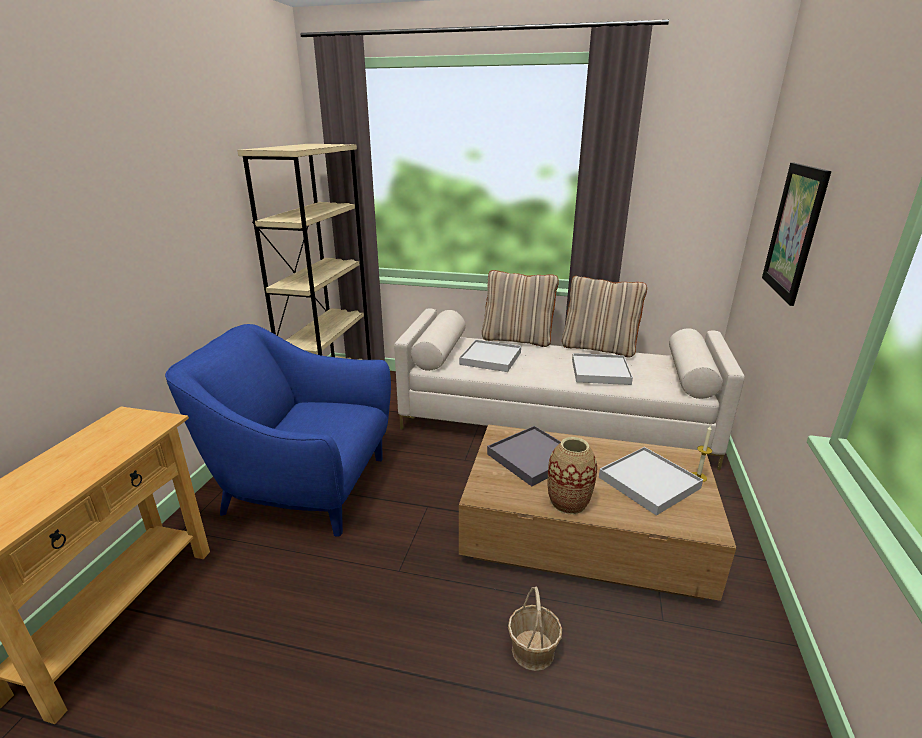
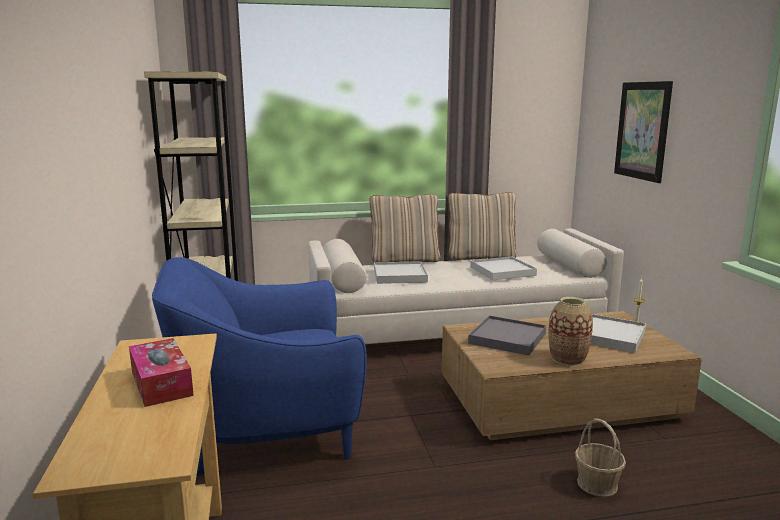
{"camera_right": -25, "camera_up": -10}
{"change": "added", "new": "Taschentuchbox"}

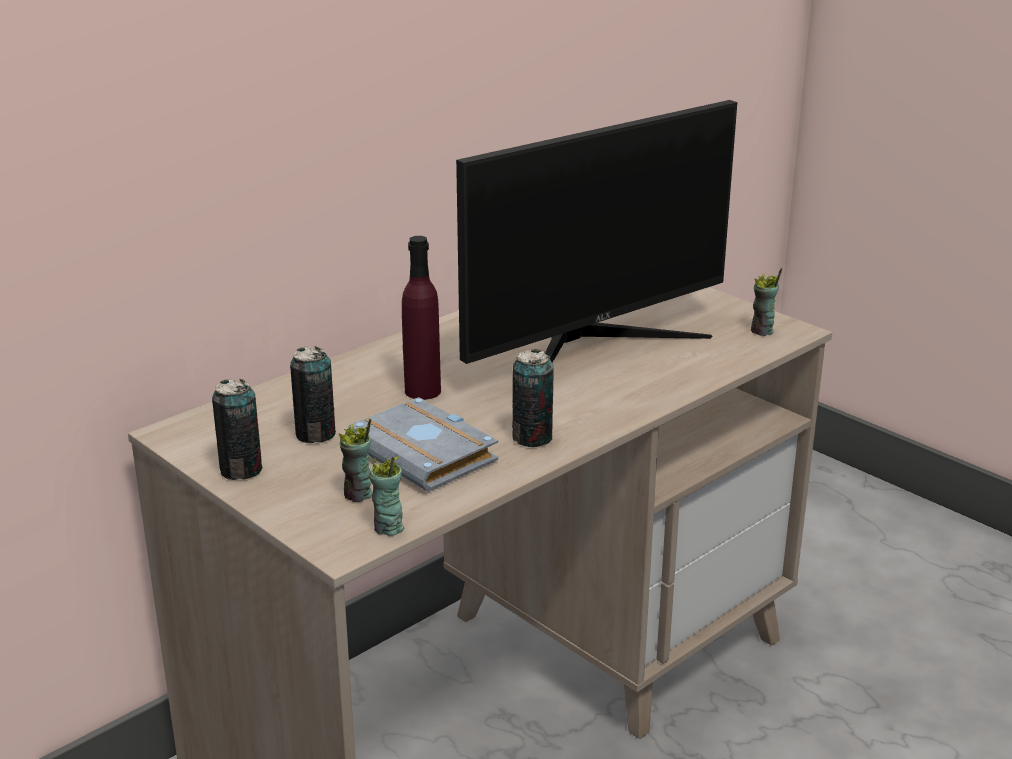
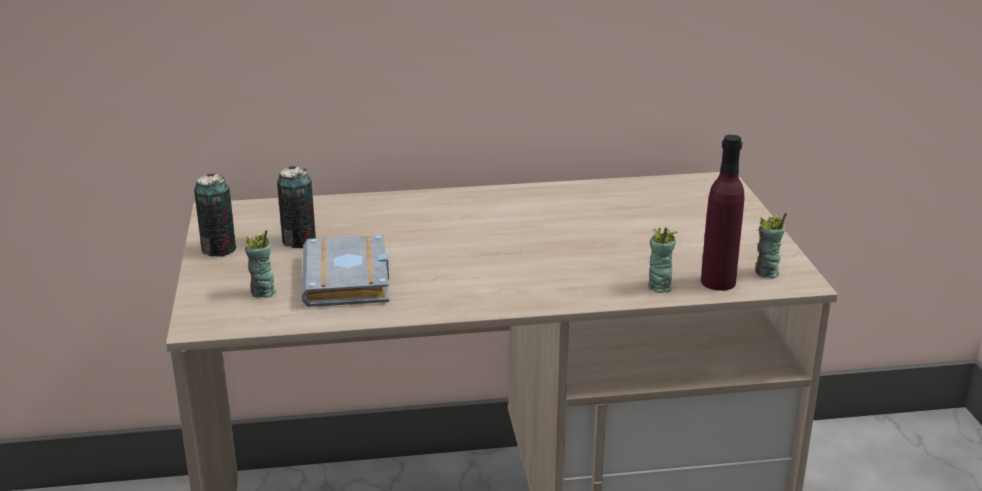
{"camera_right": 35, "camera_up": 0}
{"change": "moved", "old": "Tasse (2nd from left)"}
{"change": "moved", "old": "Flasche (lila)"}
{"change": "removed", "old": "Monitor"}
{"change": "removed", "old": "Dose (3rd from left)"}

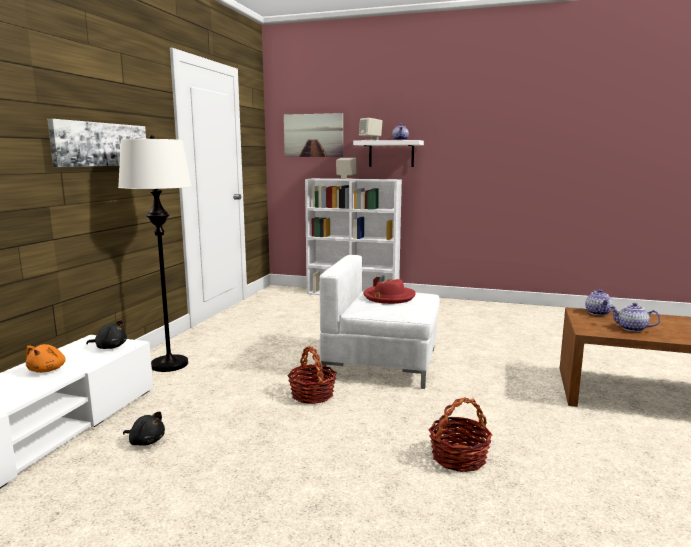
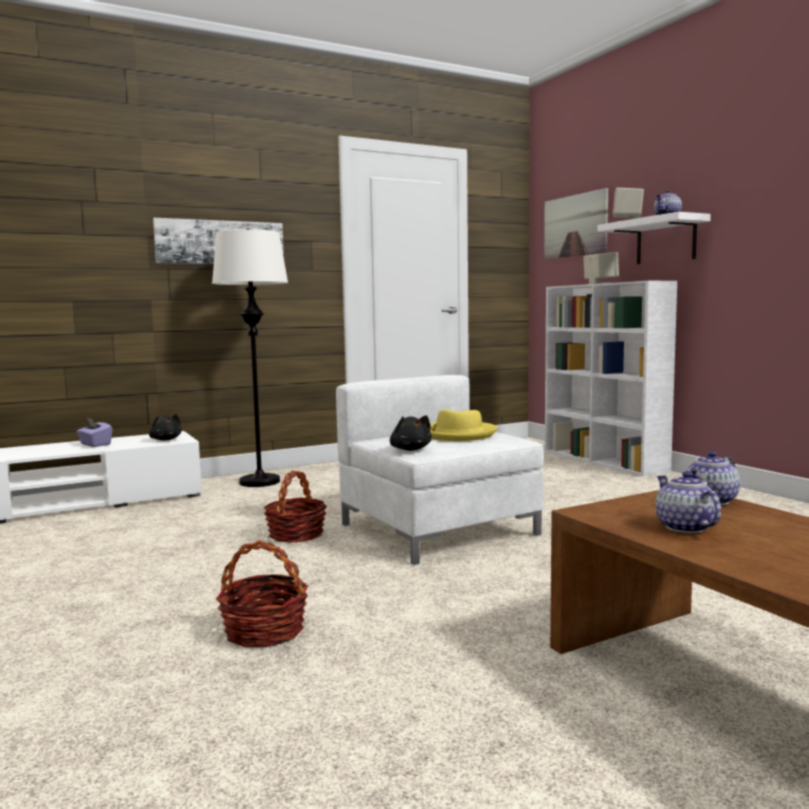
{"camera_right": 45, "camera_up": -5}
{"change": "replaced", "old": "Plüschtier (orange)", "new": "Taschentuchbox (lila)"}
{"change": "moved", "old": "Plüschtier (schwarz) (2nd from left)"}
{"change": "recoloured", "old": "Hut (rot)", "new": "Hut (gelb)"}

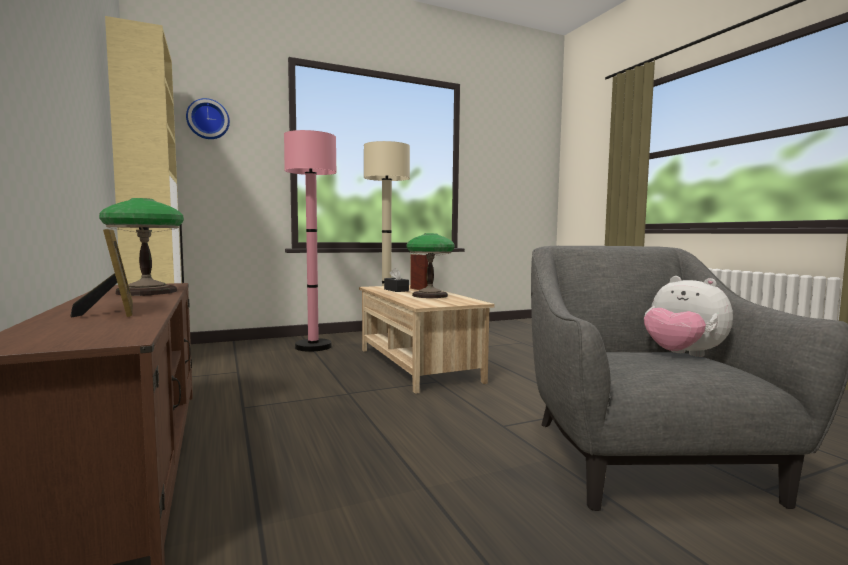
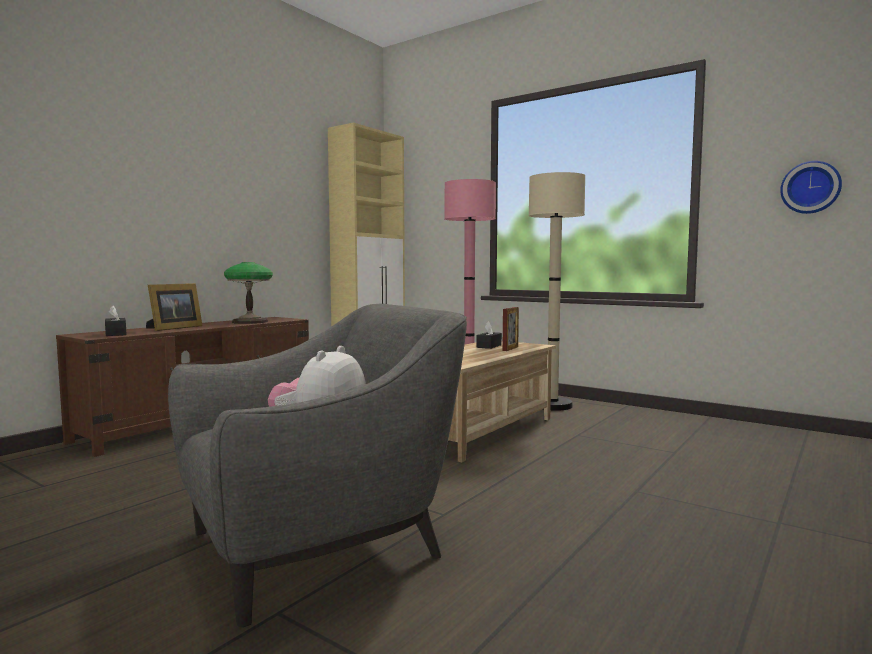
{"camera_right": 60, "camera_up": 0}
{"change": "moved", "old": "Wanduhr"}
{"change": "removed", "old": "Tischlampe (2nd from left)"}
{"change": "added", "new": "Taschentuchbox (schwarz) (1st from left)"}

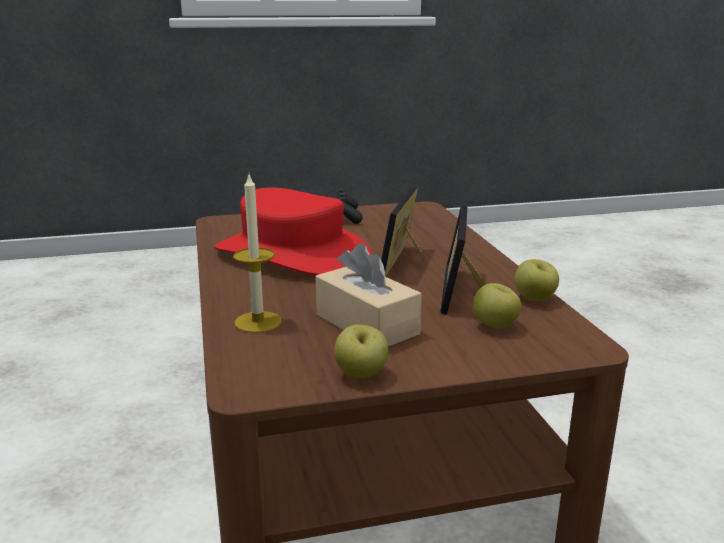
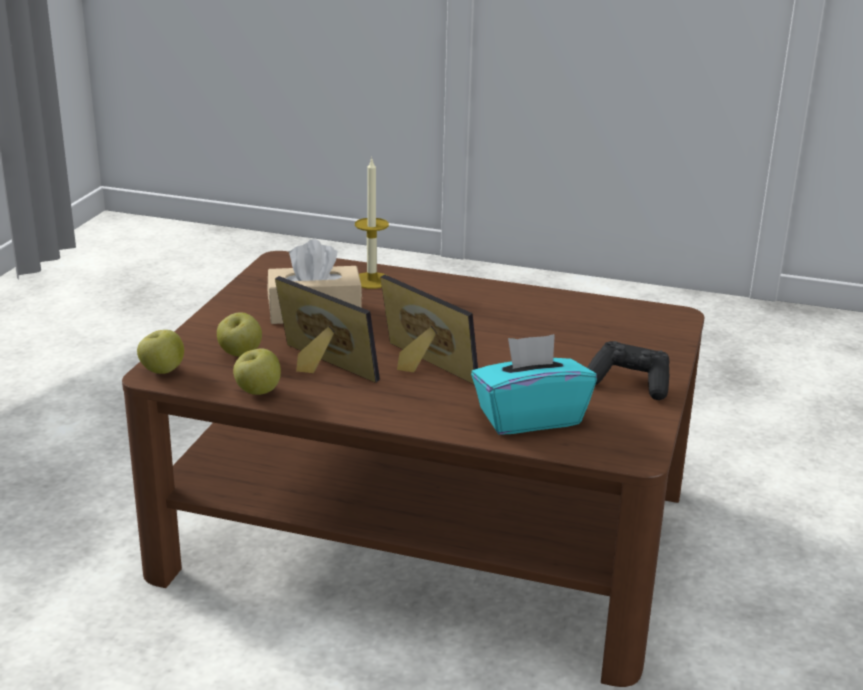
{"camera_right": 120, "camera_up": 5}
{"change": "removed", "old": "Hut (rot)"}
{"change": "moved", "old": "Apfel (1st from left)"}
{"change": "added", "new": "Taschentuchbox (türkis)"}

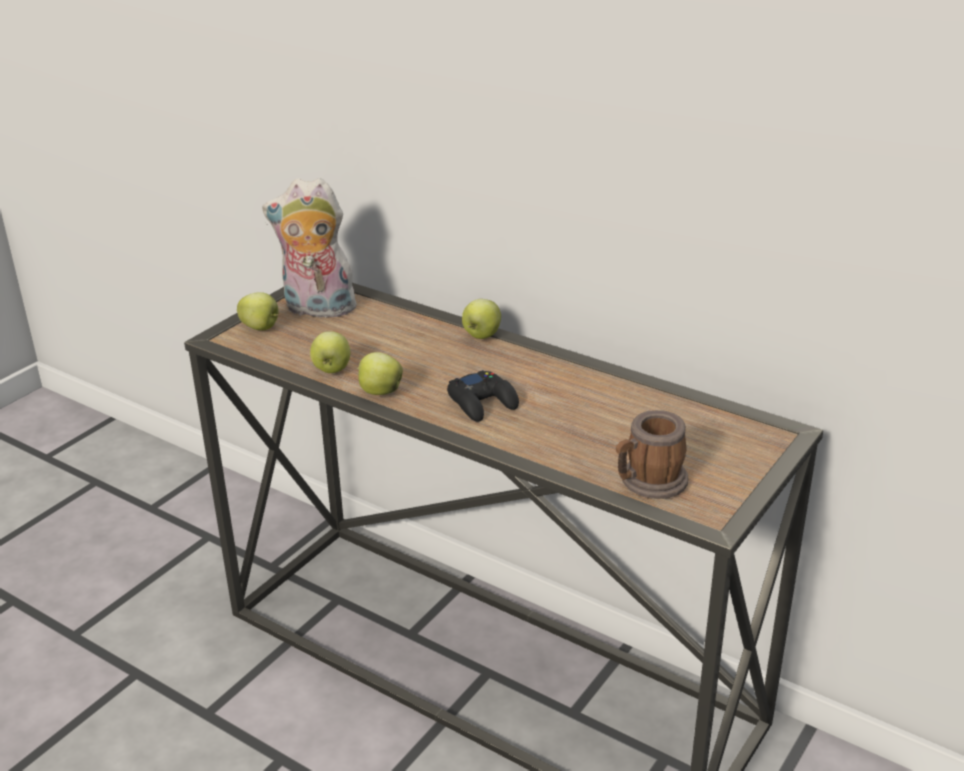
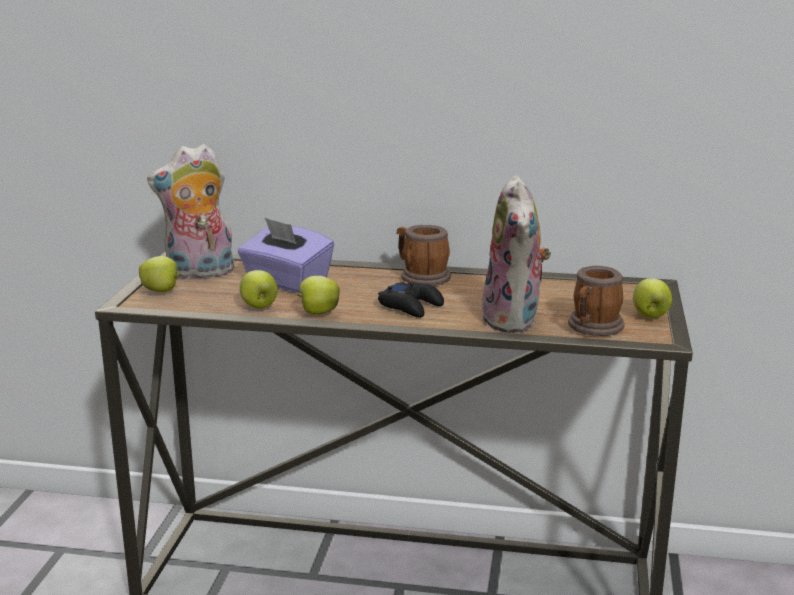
{"camera_right": -25, "camera_up": -10}
{"change": "moved", "old": "Apfel (4th from left)"}
{"change": "added", "new": "Taschentuchbox (lila)"}
{"change": "added", "new": "Henkelbecher (1st from left)"}
{"change": "added", "new": "Plüschtier (2nd from left)"}

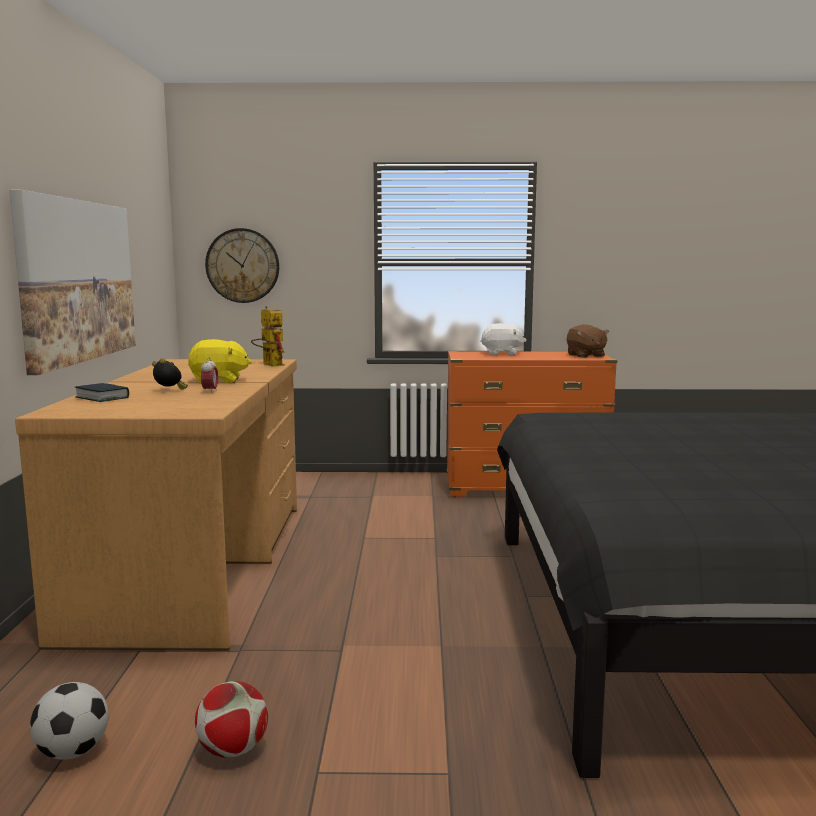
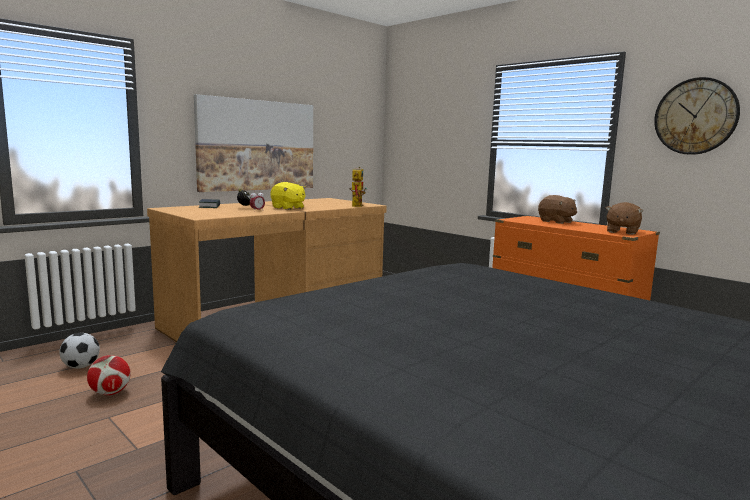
{"camera_right": 45, "camera_up": 0}
{"change": "moved", "old": "Wanduhr"}
{"change": "recoloured", "old": "Plüschtier (weiß)", "new": "Plüschtier (braun) (1st from left)"}

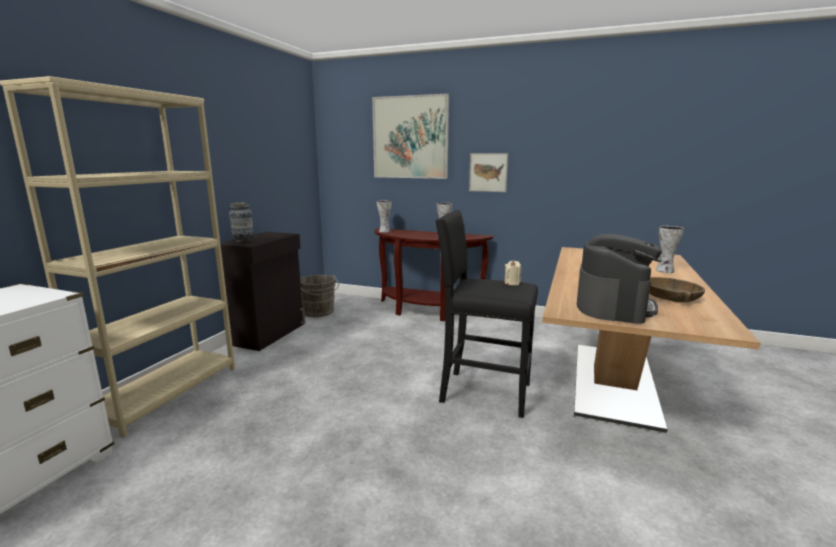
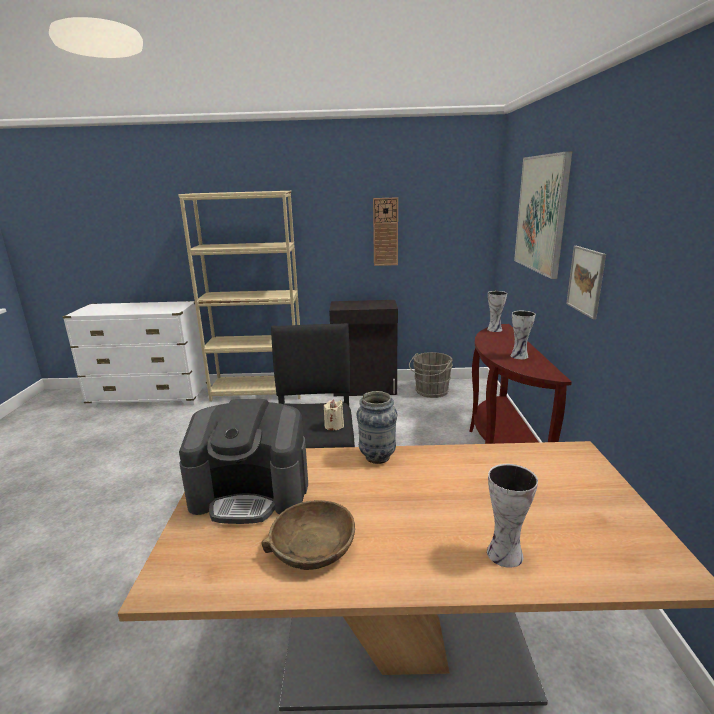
{"camera_right": 70, "camera_up": 5}
{"change": "moved", "old": "Vase (1st from left)"}
{"change": "added", "new": "Wanduhr"}

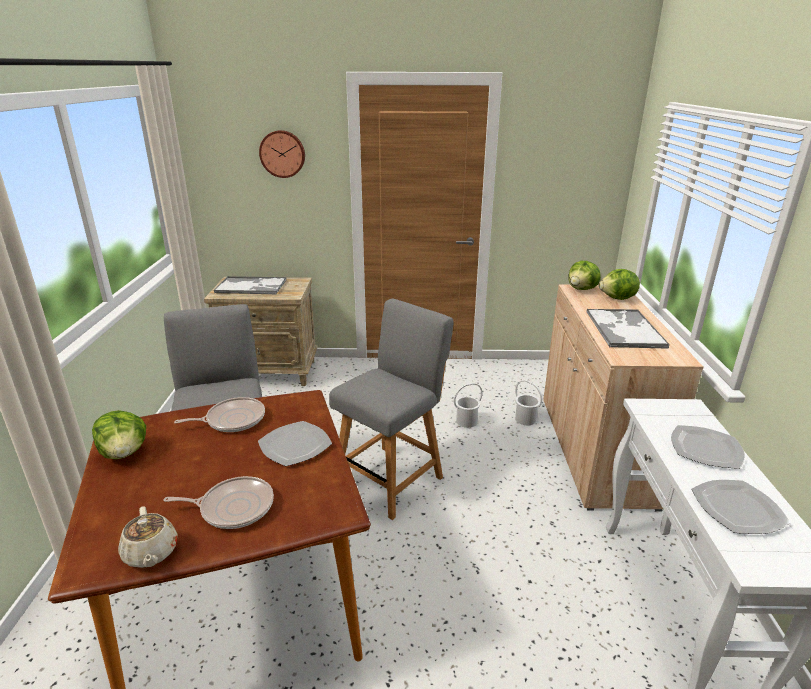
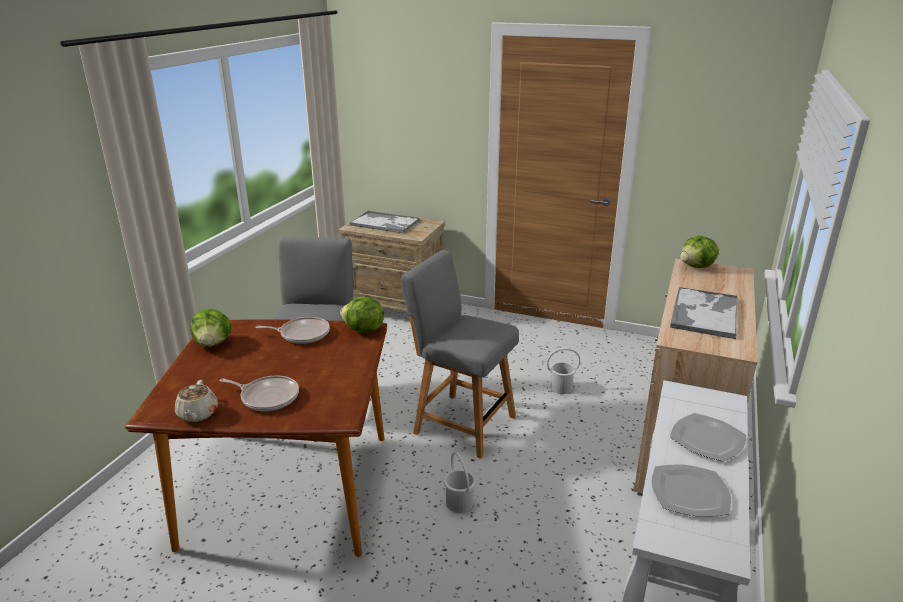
{"camera_right": 20, "camera_up": 0}
{"change": "removed", "old": "Teller (1st from left)"}
{"change": "removed", "old": "Wanduhr"}
{"change": "turned", "old": "Stuhl (grau) (2nd from left)", "degrees": -120}
{"change": "moved", "old": "Eimer (weiß) (2nd from left in the first image)", "new": "Eimer (weiß) (1st from left)"}
{"change": "moved", "old": "Salatkopf (3rd from left in the first image)", "new": "Salatkopf (2nd from left)"}

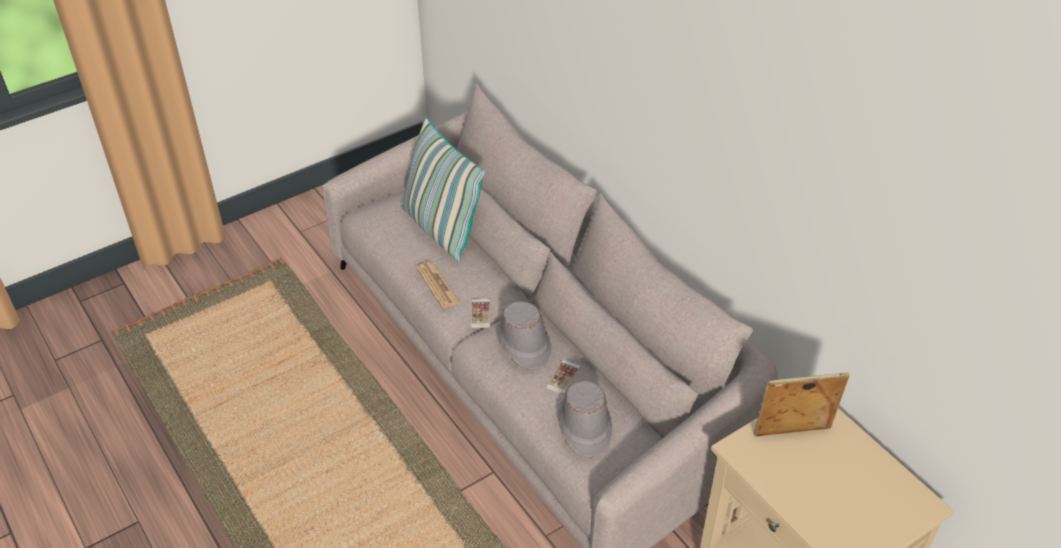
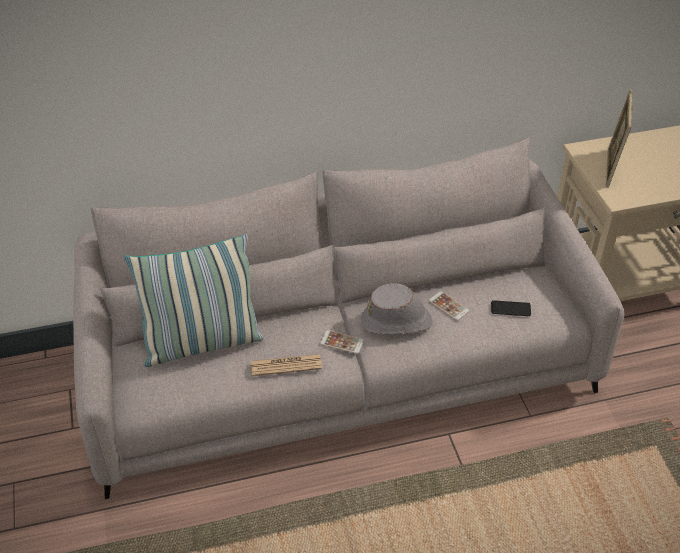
{"camera_right": -70, "camera_up": 0}
{"change": "replaced", "old": "Hut (grau) (2nd from left)", "new": "Handy (3rd from left)"}

